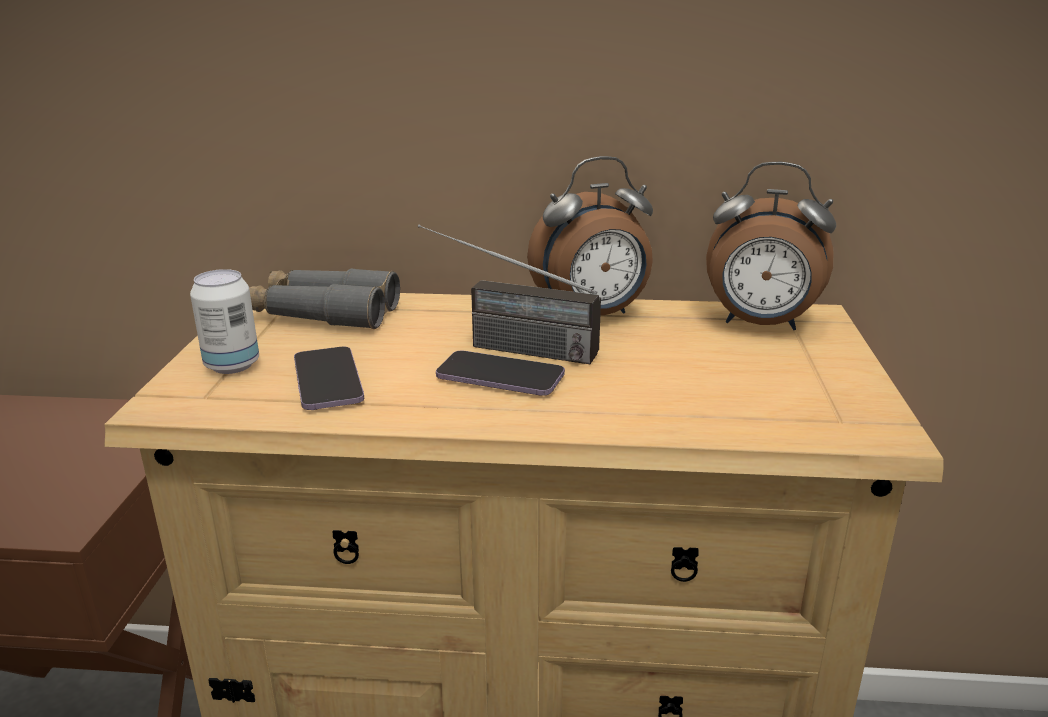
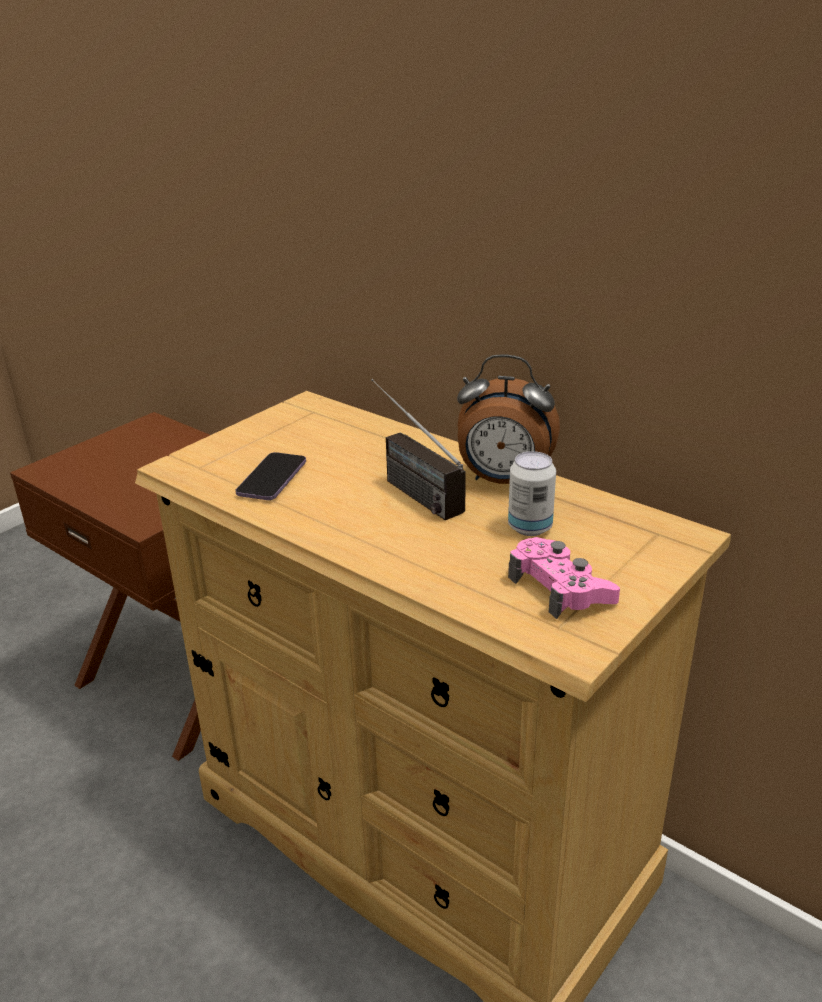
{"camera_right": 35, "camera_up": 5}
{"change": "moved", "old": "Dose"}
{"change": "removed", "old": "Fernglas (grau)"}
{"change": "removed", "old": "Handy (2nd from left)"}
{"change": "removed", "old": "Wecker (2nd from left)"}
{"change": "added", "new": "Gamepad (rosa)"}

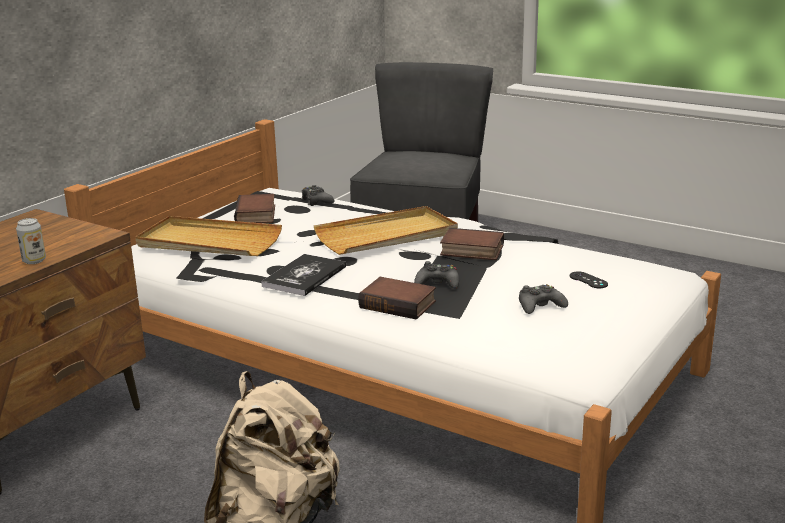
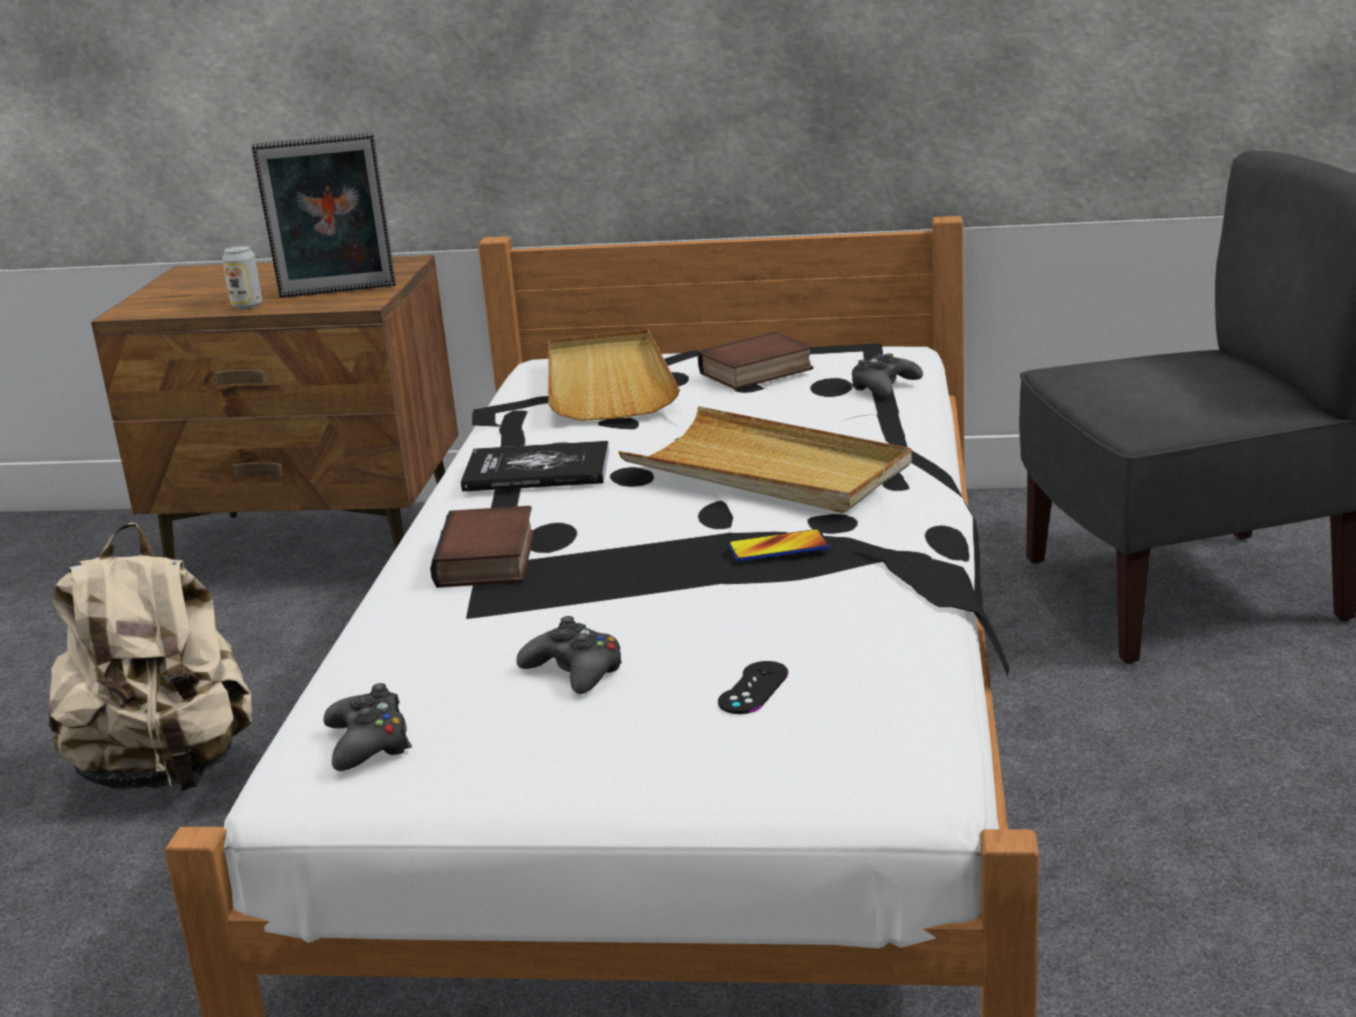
{"camera_right": 65, "camera_up": 0}
{"change": "moved", "old": "Gamepad (schwarz) (2nd from left in the first image)", "new": "Gamepad (schwarz) (1st from left)"}
{"change": "replaced", "old": "Buch (4th from left)", "new": "Handy"}
{"change": "added", "new": "Bilderrahmen"}

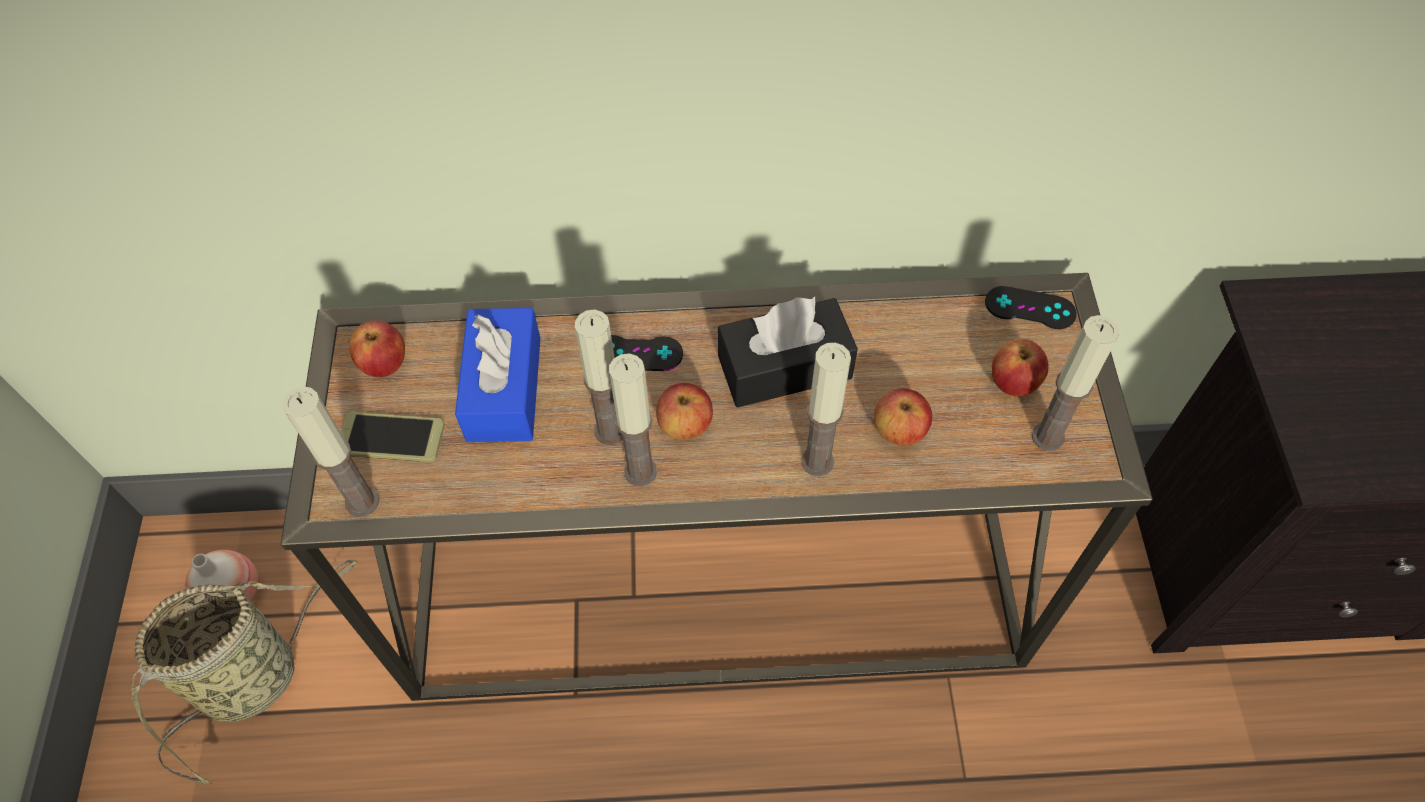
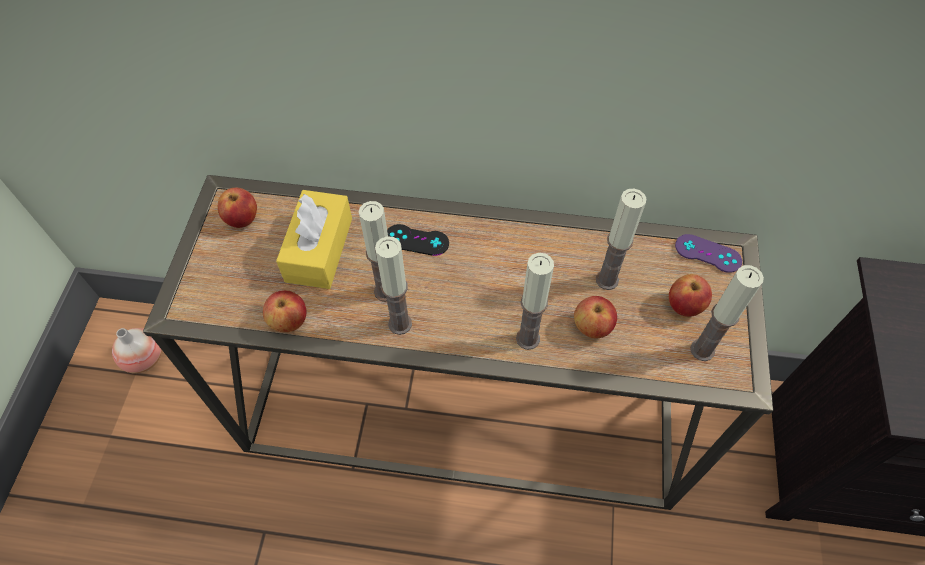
{"camera_right": 10, "camera_up": 0}
{"change": "removed", "old": "Korb"}
{"change": "moved", "old": "Kerze (1st from left in the first image)", "new": "Kerze (4th from left)"}
{"change": "removed", "old": "Handy"}
{"change": "recoloured", "old": "Taschentuchbox (blau)", "new": "Taschentuchbox (gelb)"}
{"change": "moved", "old": "Apfel (2nd from left)"}
{"change": "removed", "old": "Taschentuchbox (schwarz)"}
{"change": "recoloured", "old": "Gamepad (schwarz) (2nd from left)", "new": "Gamepad (lila)"}

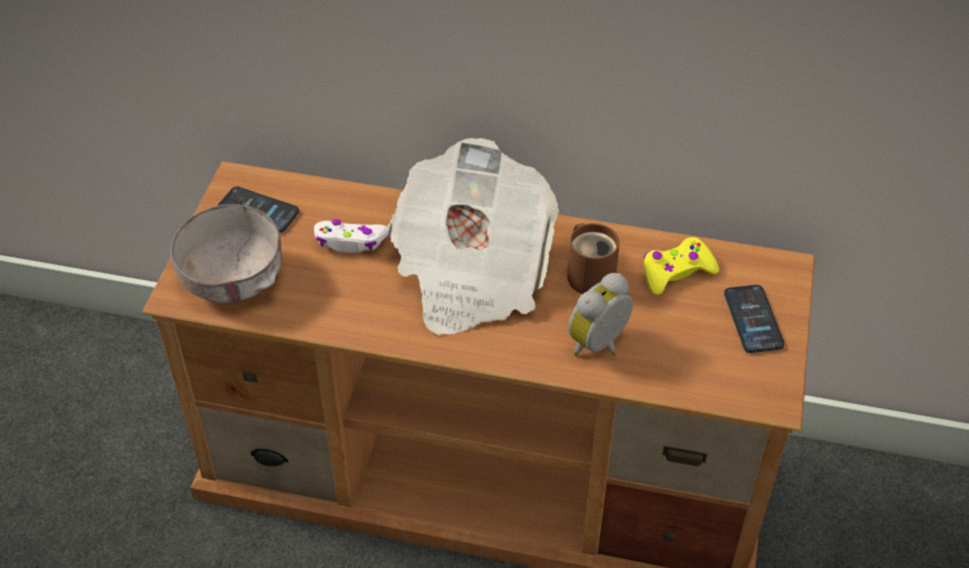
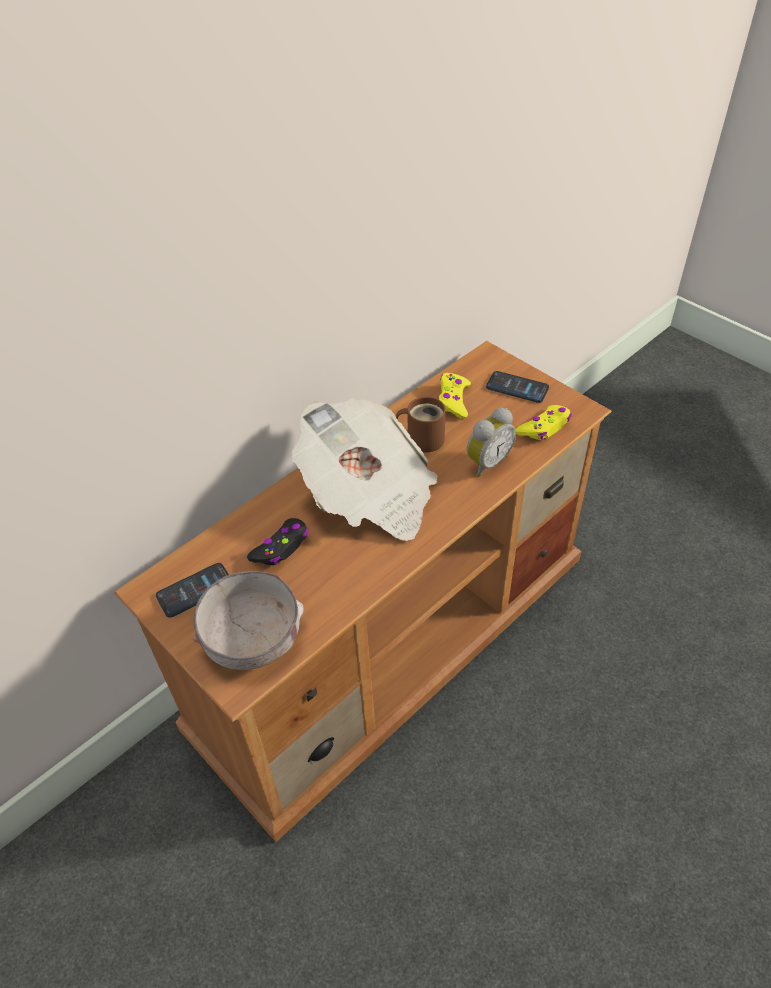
{"camera_right": -55, "camera_up": 0}
{"change": "recoloured", "old": "Gamepad (weiß)", "new": "Gamepad (schwarz)"}
{"change": "turned", "old": "Wecker", "degrees": -120}
{"change": "added", "new": "Gamepad (gelb) (2nd from left)"}

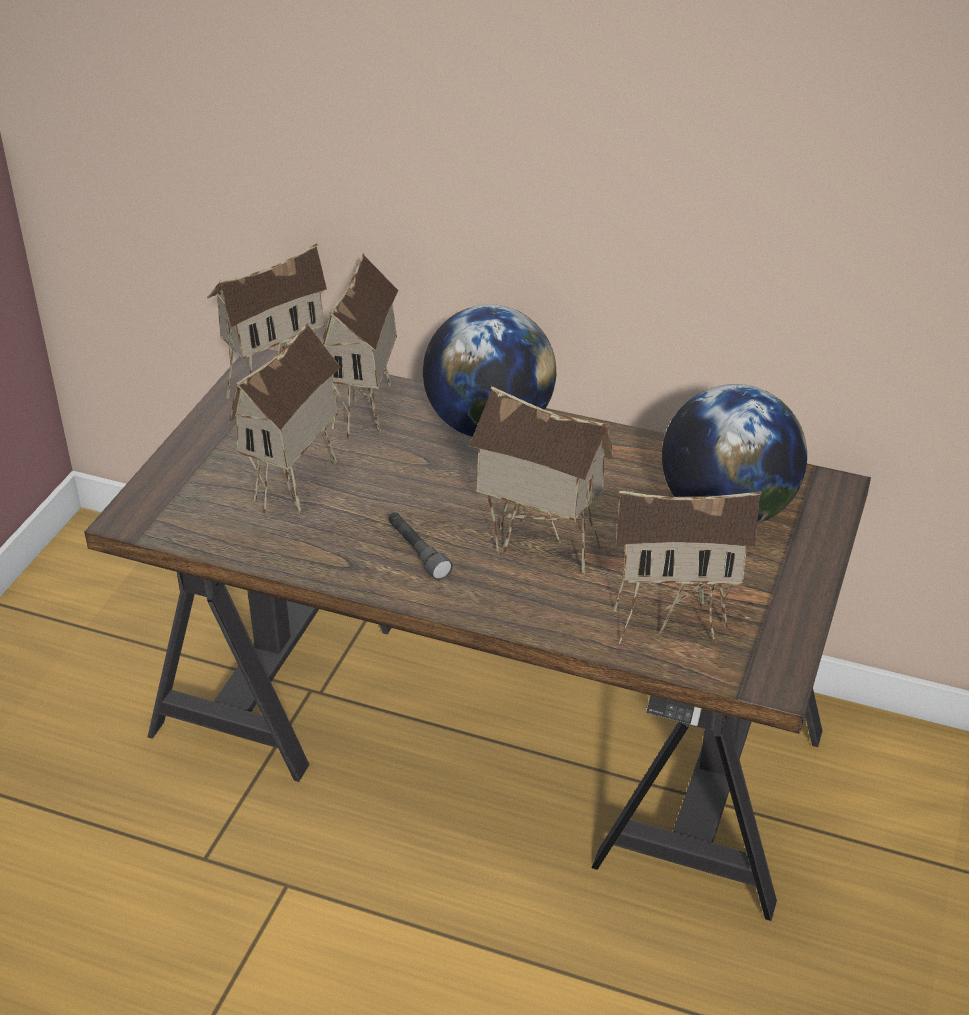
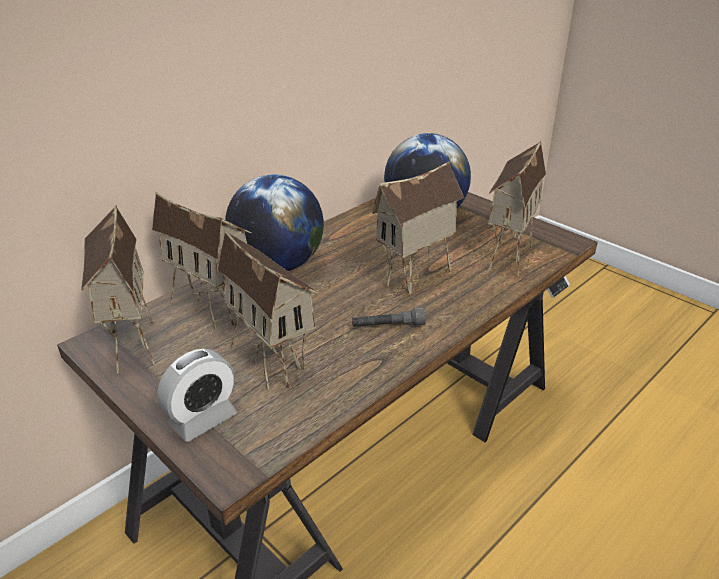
{"camera_right": -65, "camera_up": -5}
{"change": "added", "new": "Wecker"}

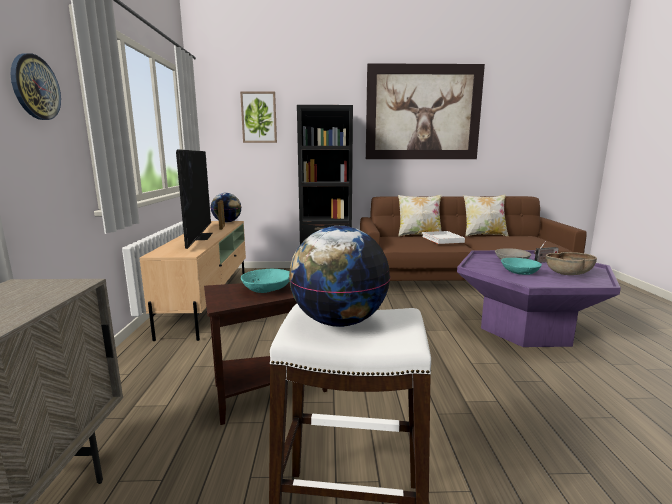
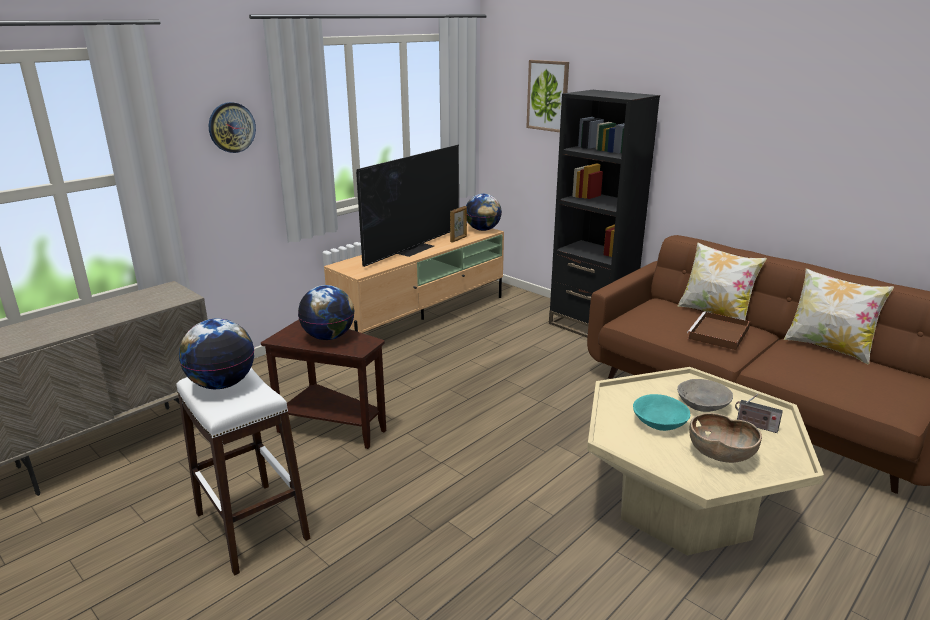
{"camera_right": 45, "camera_up": 10}
{"change": "replaced", "old": "Schüssel (türkis) (1st from left)", "new": "Globus (2nd from left)"}
{"change": "removed", "old": "Bild (2nd from left)"}
{"change": "recoloured", "old": "Tablett (weiß)", "new": "Tablett (braun)"}
{"change": "recoloured", "old": "Couchtisch (lila)", "new": "Couchtisch (beige)"}

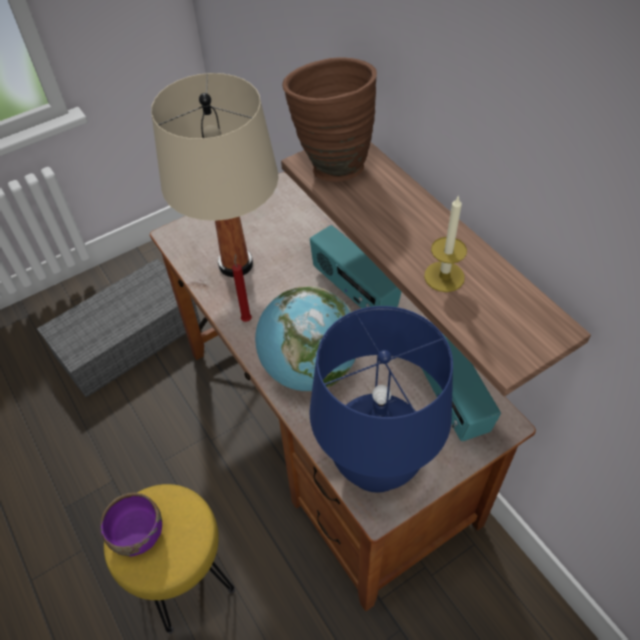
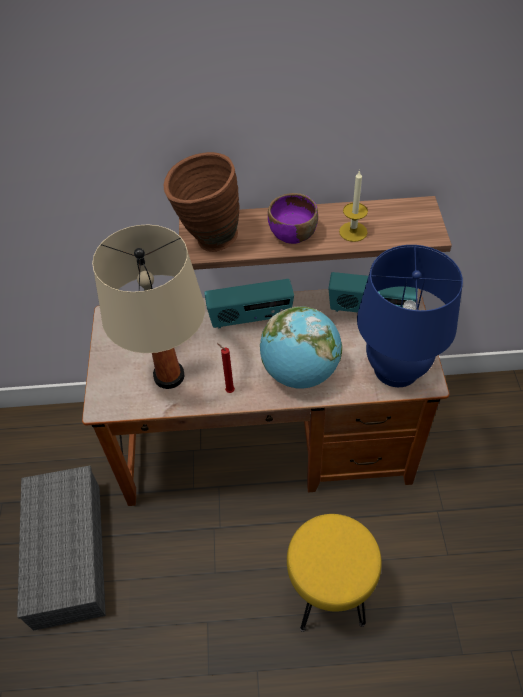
{"camera_right": -60, "camera_up": 0}
{"change": "moved", "old": "Schüssel (lila)"}

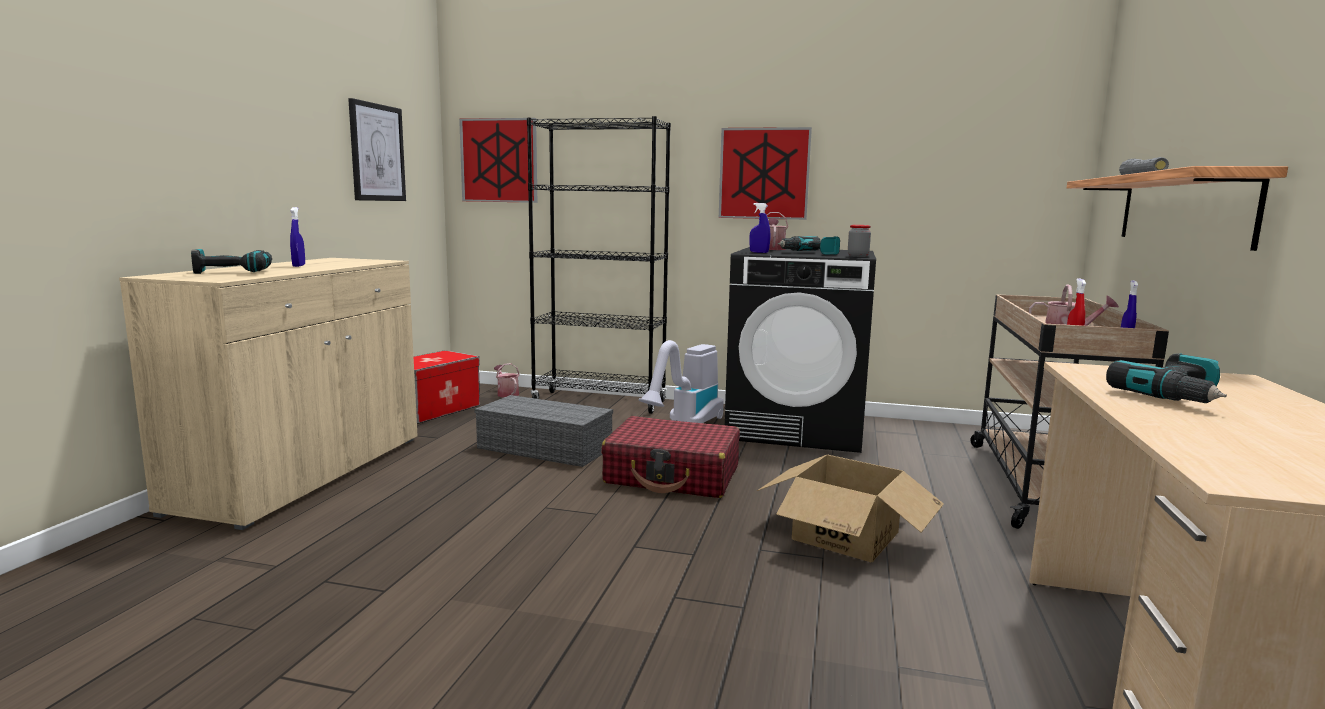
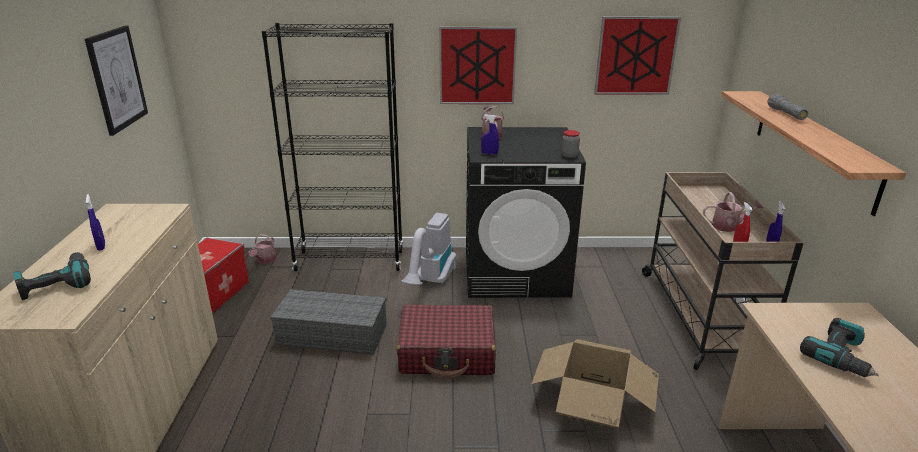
{"camera_right": -15, "camera_up": 15}
{"change": "moved", "old": "Bild (2nd from left in the first image)", "new": "Bild (3rd from left)"}
{"change": "turned", "old": "Gießkanne (1st from left)", "degrees": -120}
{"change": "removed", "old": "Bohrmaschine (2nd from left)"}

